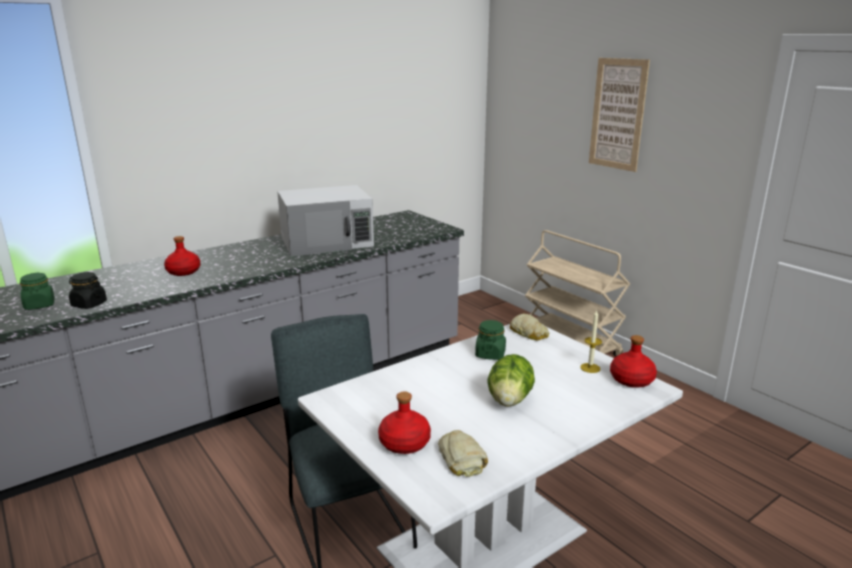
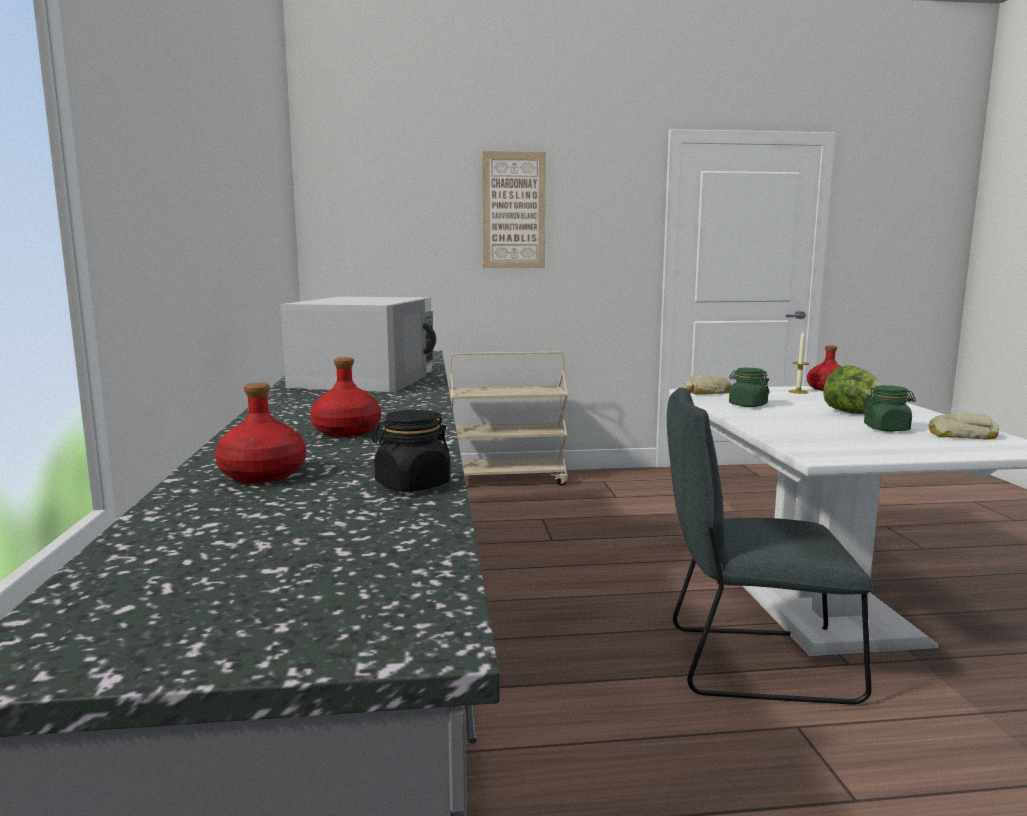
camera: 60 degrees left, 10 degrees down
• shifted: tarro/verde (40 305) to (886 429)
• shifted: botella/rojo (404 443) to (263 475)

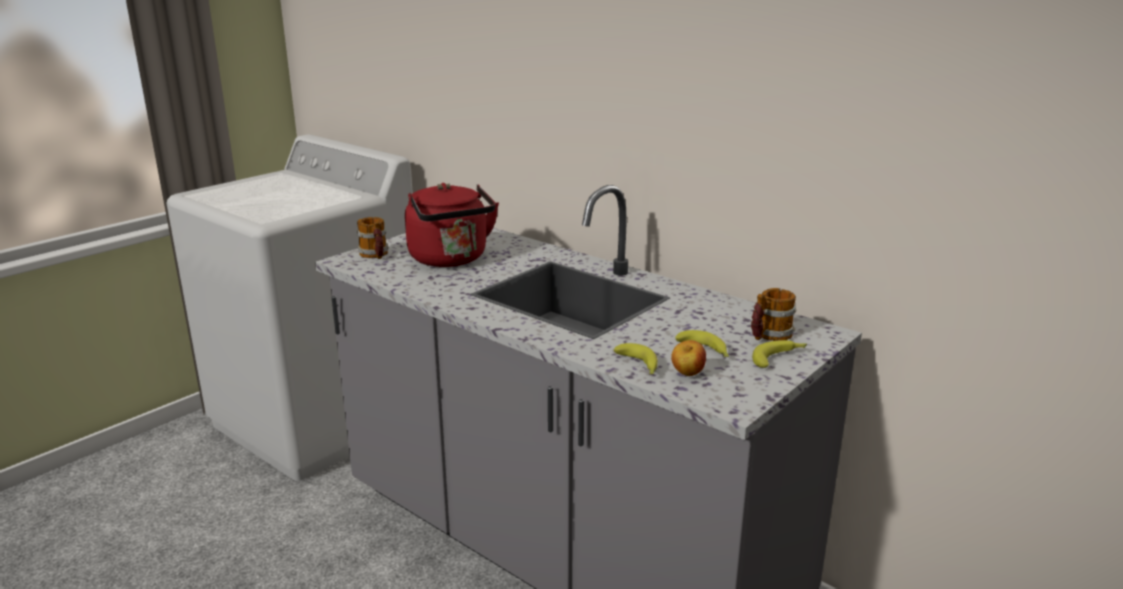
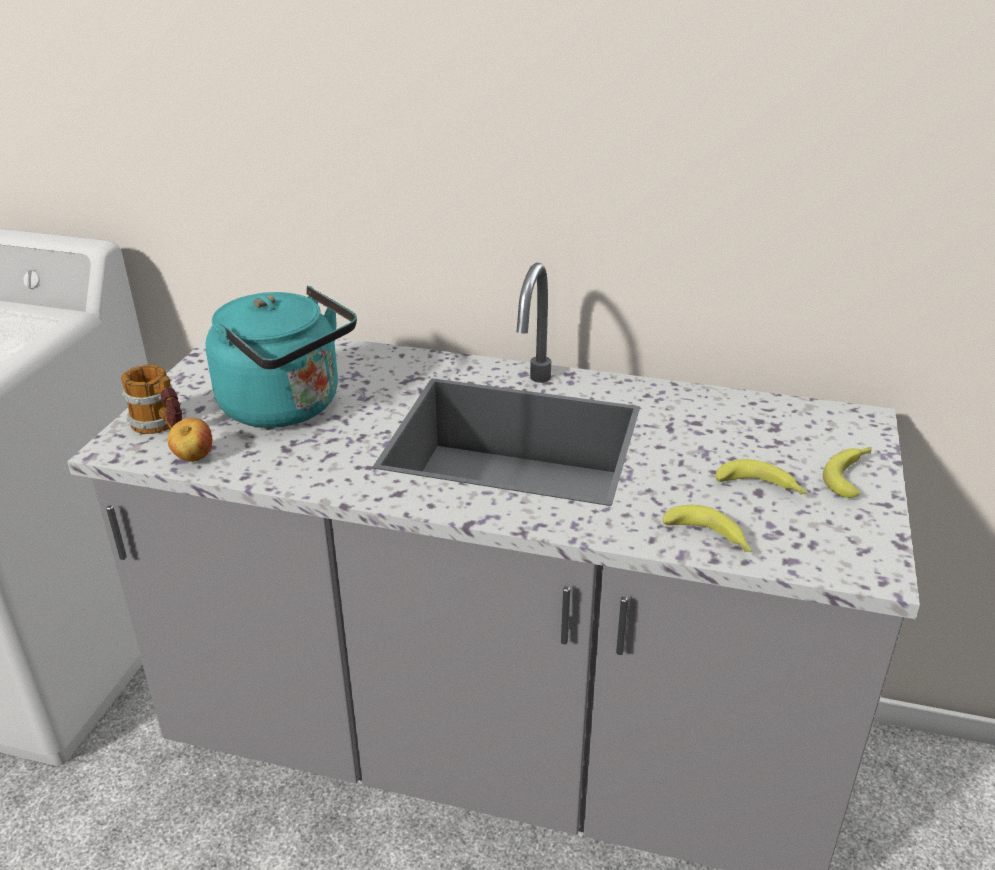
camera: 25 degrees left, 10 degrees up
• repainted: hervidor/rojo (451 259) to hervidor/turquesa (287 407)
• shifted: manzana (687 374) to (193 459)
• gone: taza grande (769 336)

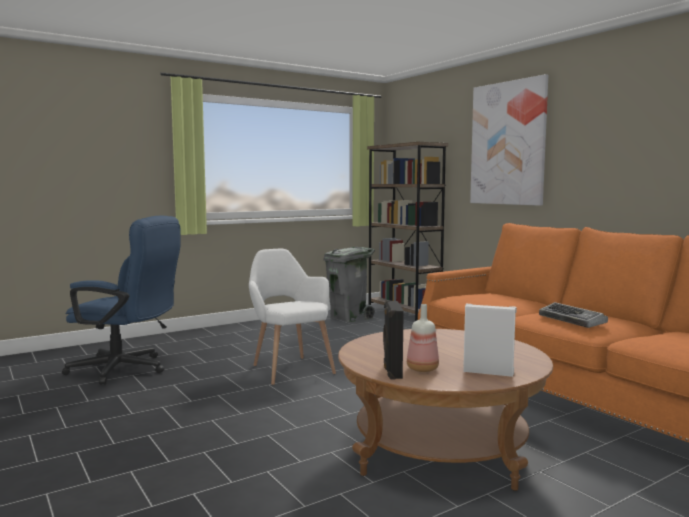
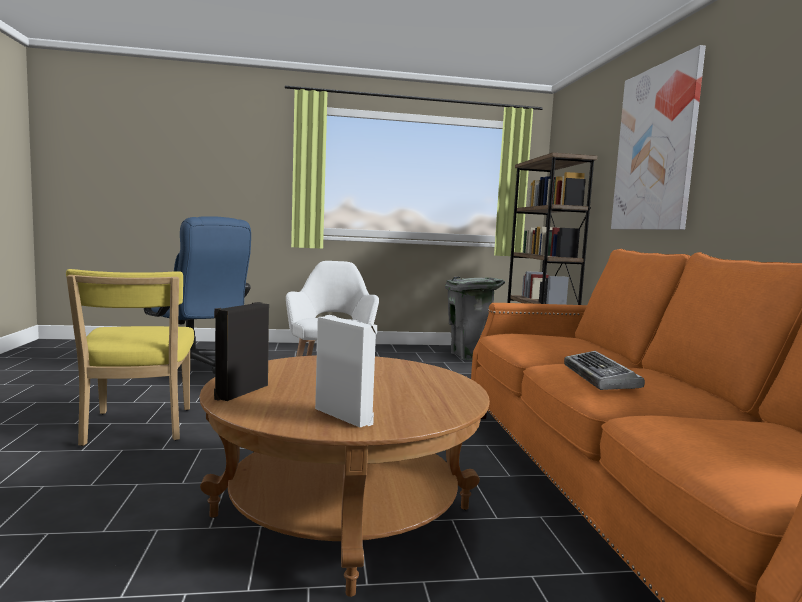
camera: 25 degrees right, 0 degrees up
• gone: botella (423 369)
• new: silla/amarillo (137 428)

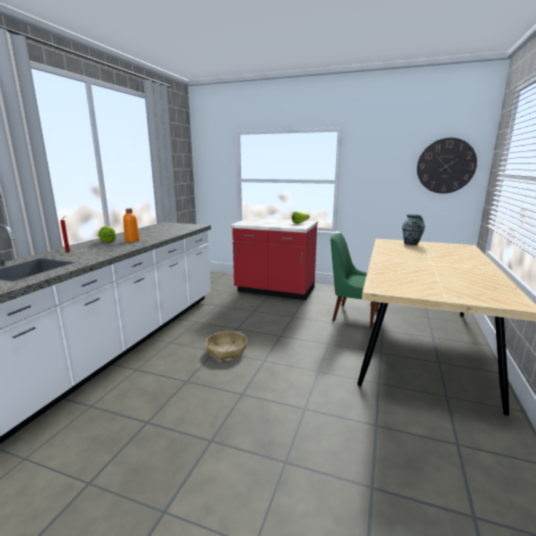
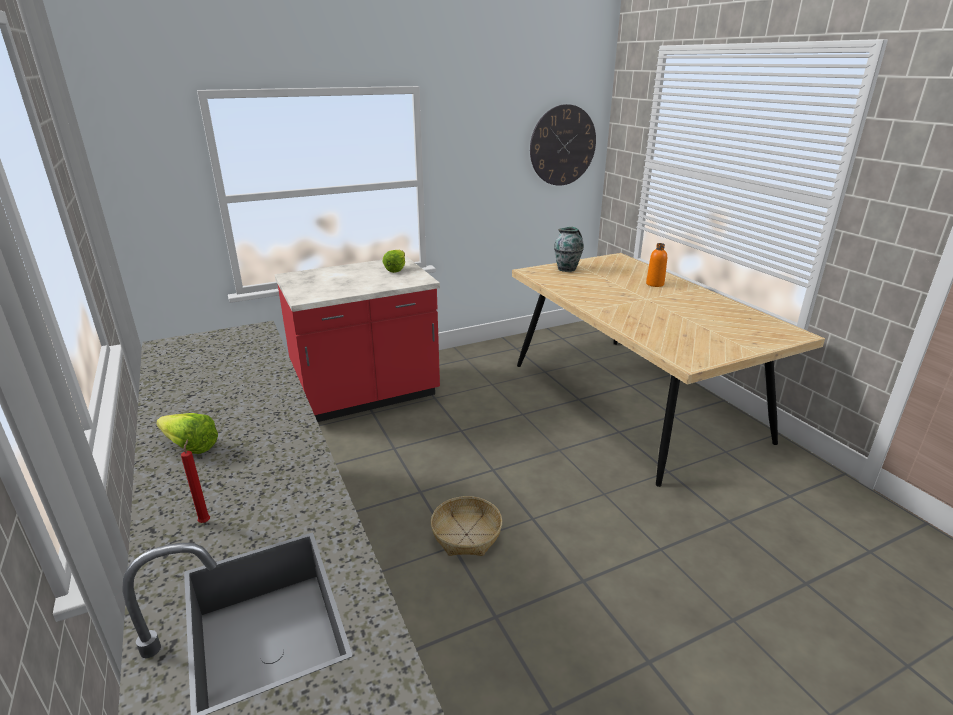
camera: 45 degrees left, 10 degrees up
• shifted: botella/naranja (132 240) to (655 284)
• gone: silla/verde (353 315)

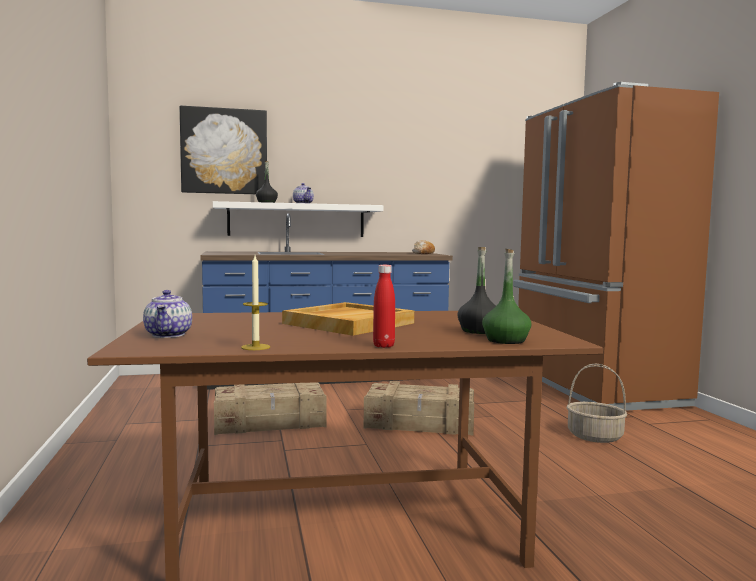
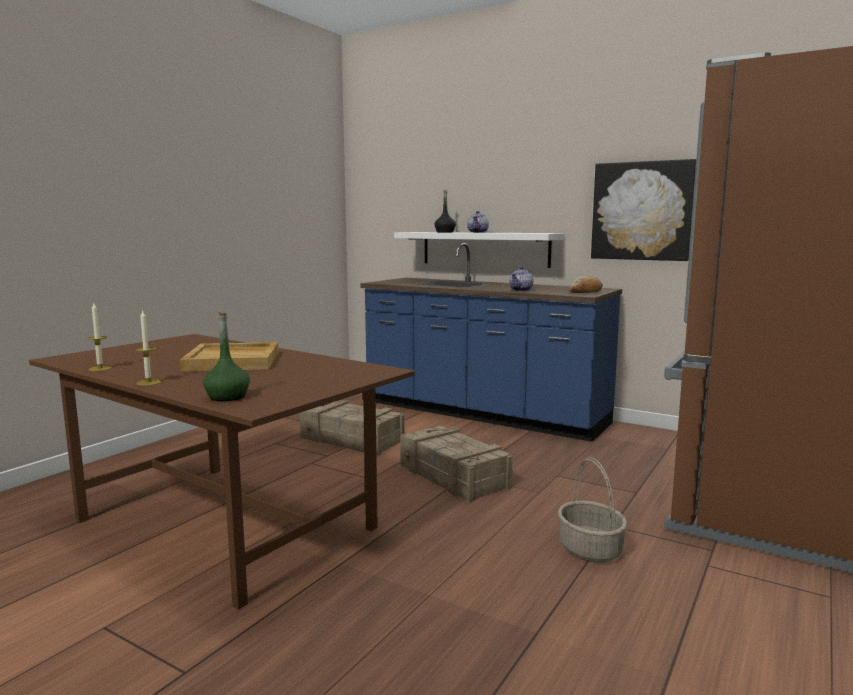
camera: 45 degrees right, 5 degrees up
• shifted: tetera (169 335) to (521 290)
• shifted: cuadro (224 151) to (642 211)
• swapped: botella/rojo (383 346) to vela (148 382)
• gone: botella/negro (478 331)

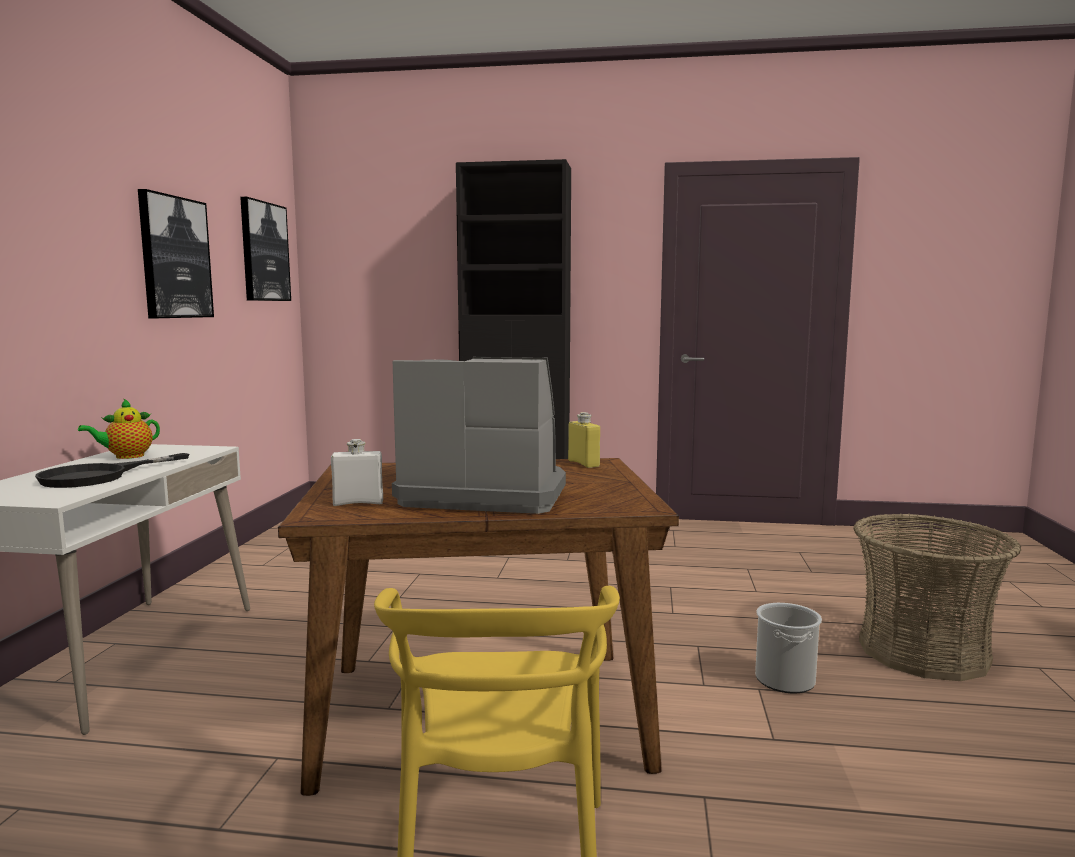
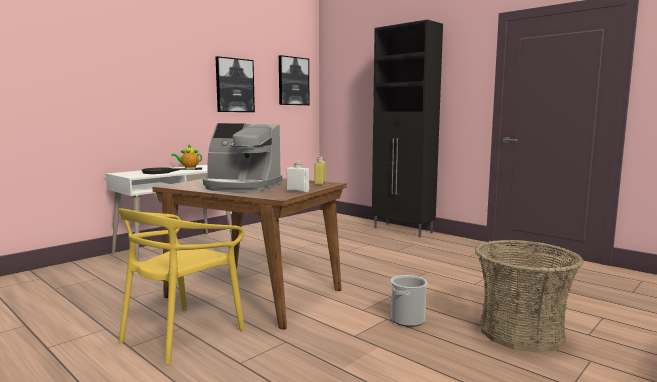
camera: 35 degrees right, 0 degrees up
• shifted: botella/blanco (358 503) to (298 191)
• rotated: cafetera (484 494) = (241 187) 150 degrees clockwise

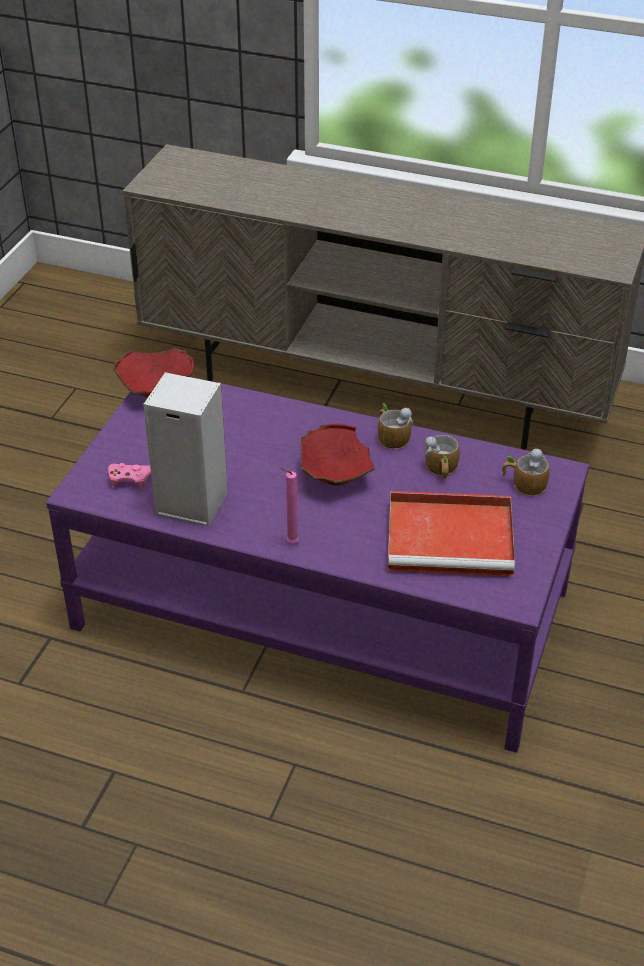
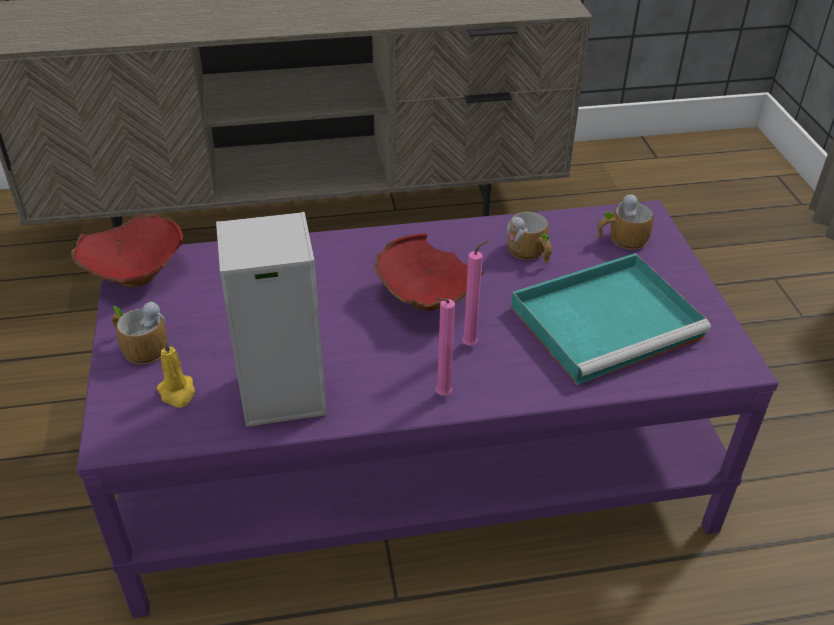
camera: 30 degrees left, 0 degrees up
• swapped: mando de consola/rosa (130 478) to vela/amarillo (177 392)
• shifted: taza grande (391 436) to (140 346)
• repainted: bandeja/rojo (453 538) to bandeja/turquesa (608 320)
• new: vela/rosa (472 344)

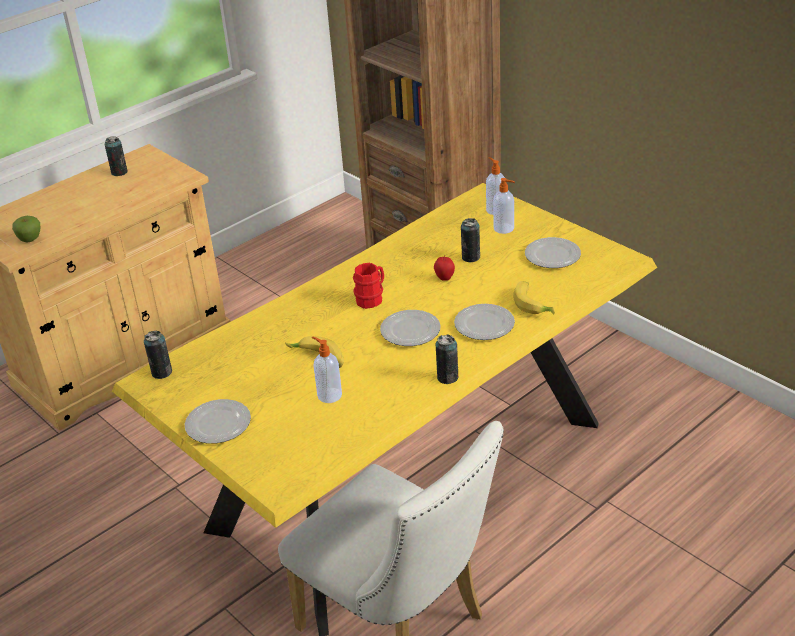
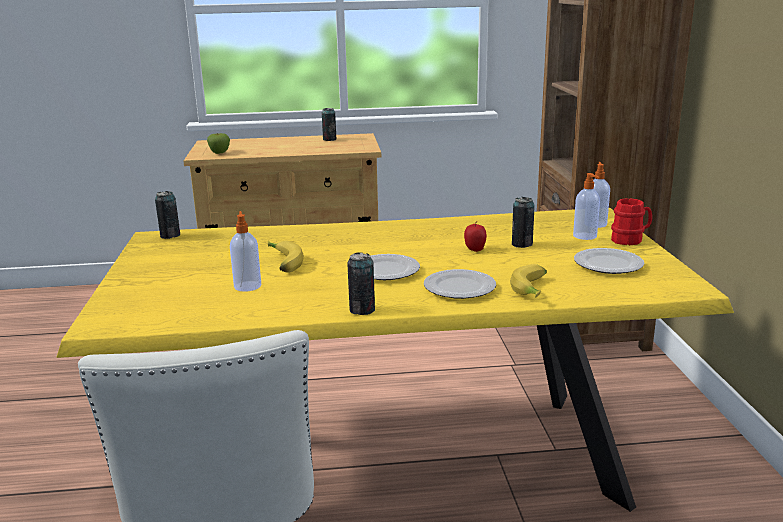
camera: 35 degrees right, 15 degrees down
• gone: plato (219 425)
• shifted: taza grande/rojo (372 298) to (630 240)

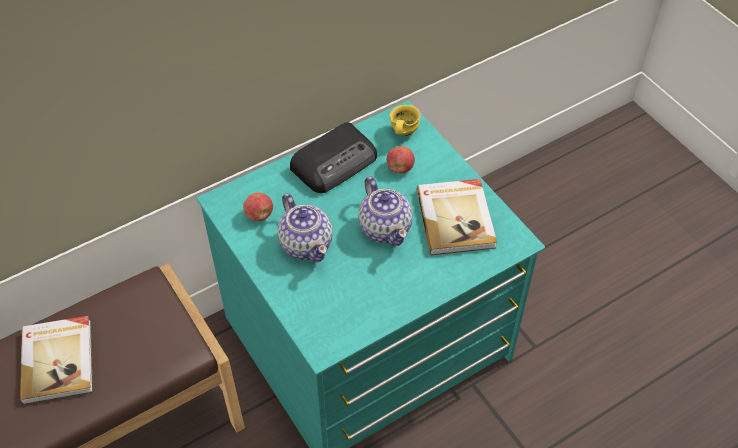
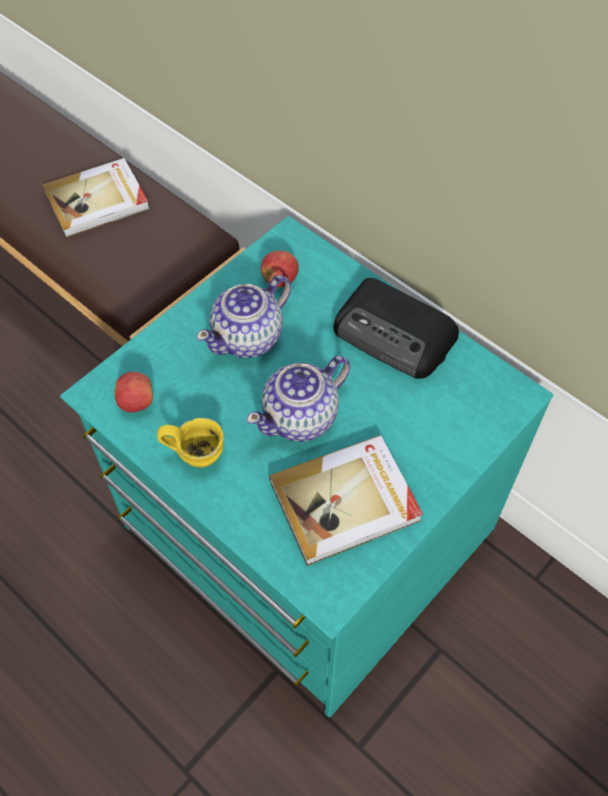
camera: 75 degrees right, 5 degrees up
• shifted: manzana (400 168) to (136 402)
• shifted: taza grande/amarillo (402 133) to (197 453)

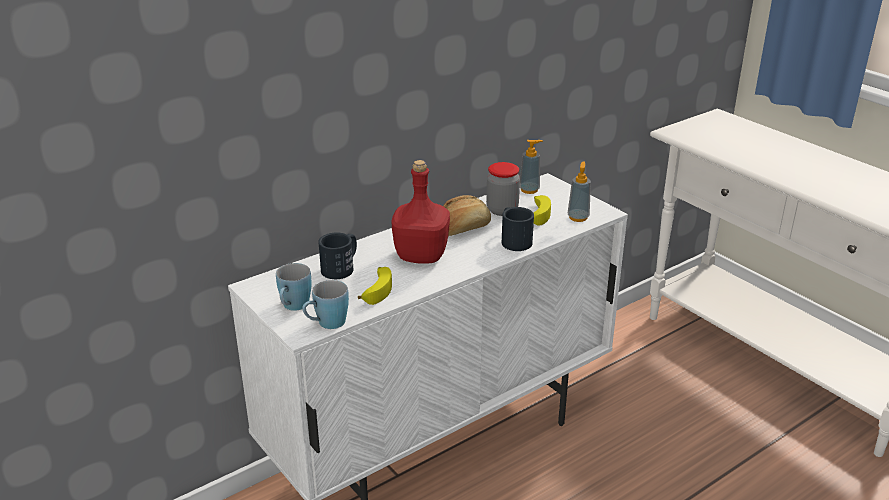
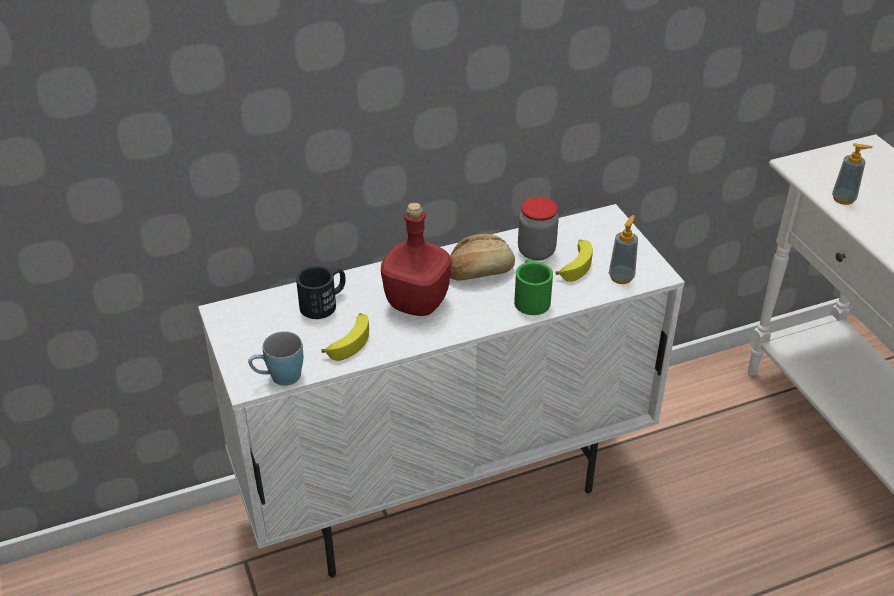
camera: 15 degrees right, 10 degrees up
• gone: taza grande/azul (293 307)
• repainted: taza grande/negro (513 240) to taza grande/verde (531 297)
• shifted: dispensador de jabón (529 190) to (843 199)

